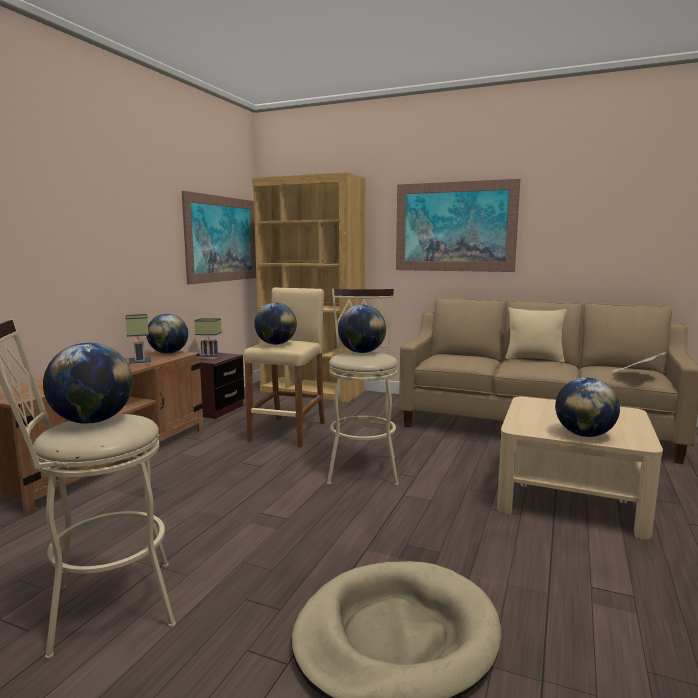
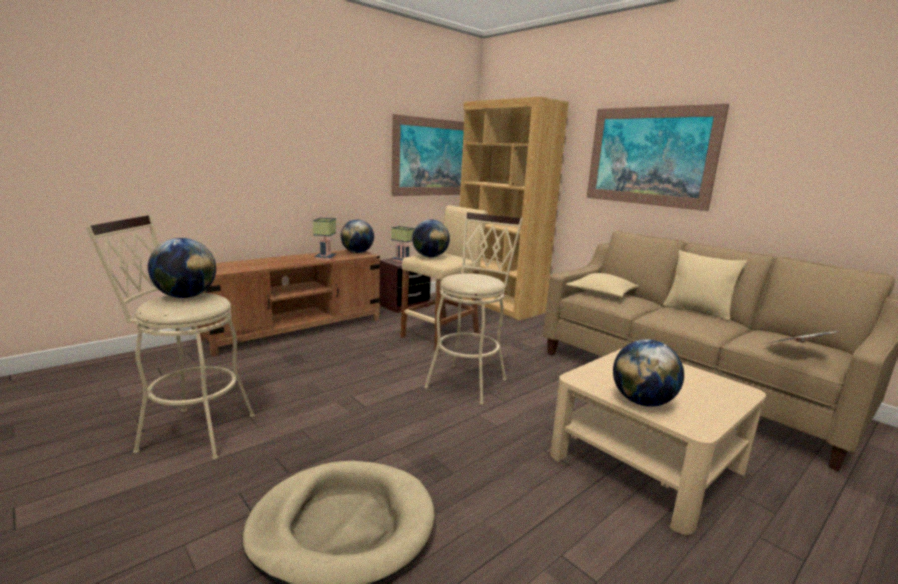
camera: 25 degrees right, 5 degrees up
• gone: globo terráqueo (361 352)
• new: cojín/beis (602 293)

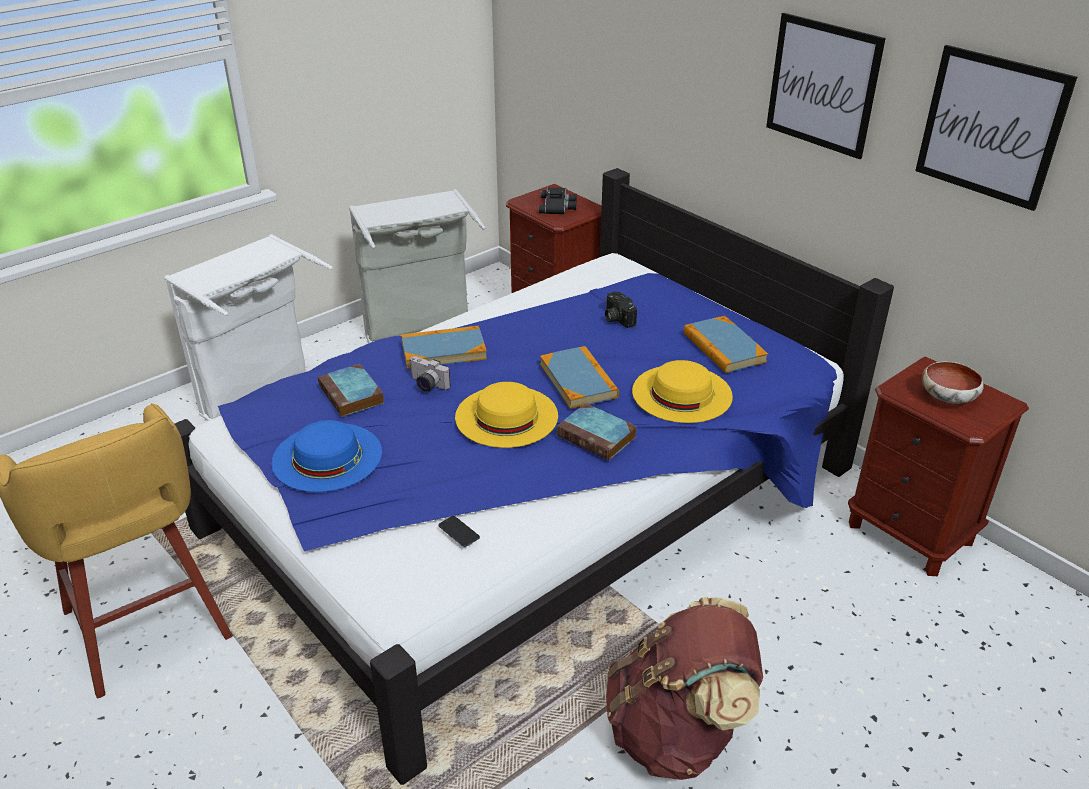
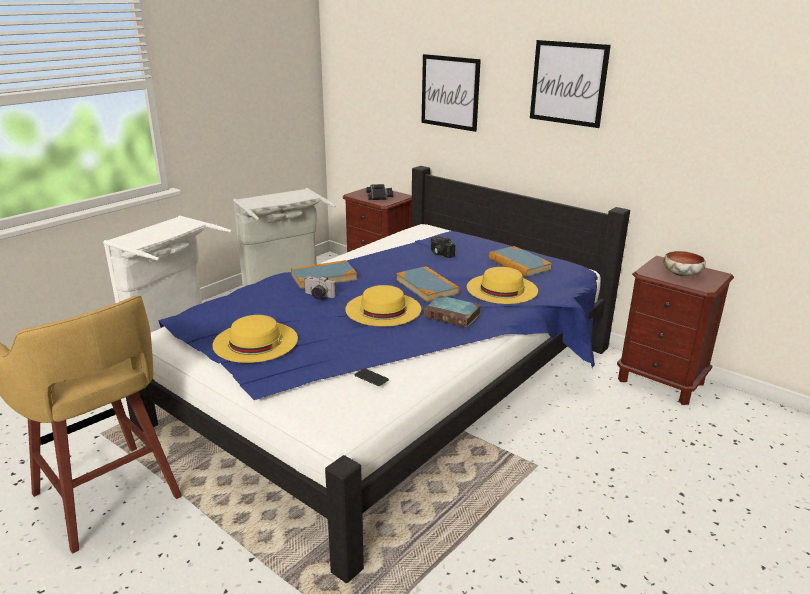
camera: 10 degrees left, 10 degrees down
• repainted: sombrero/azul (327 456) to sombrero/amarillo (255 341)
• gone: libro (352 395)
• gone: mochila/marrón (677 733)
• shifted: cuadro (991 127) to (450 92)

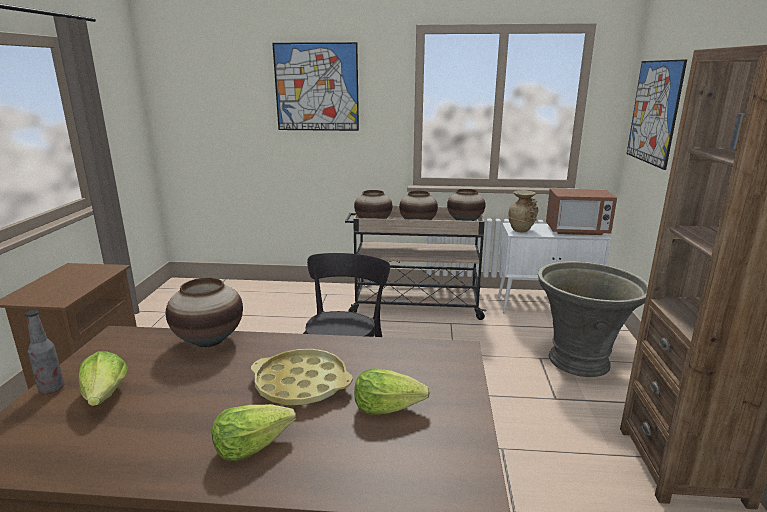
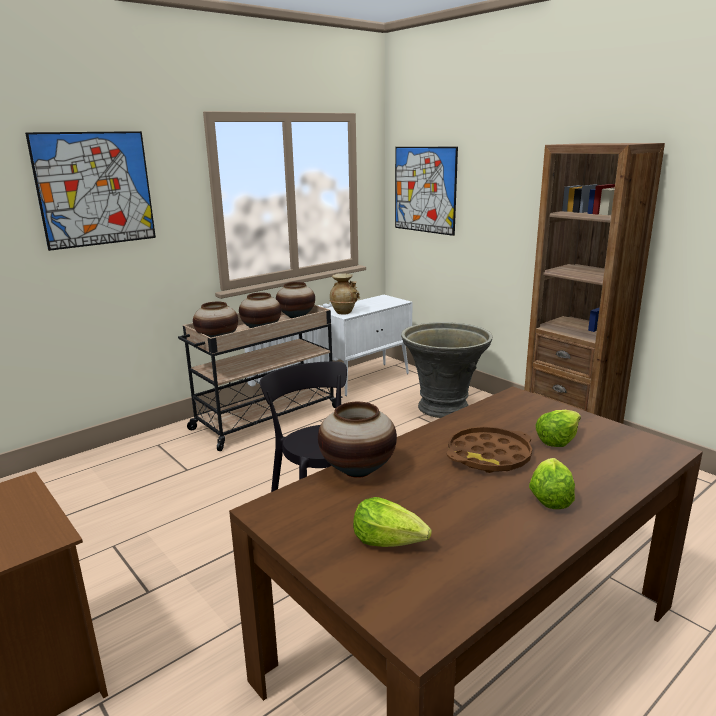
camera: 45 degrees left, 0 degrees up
• gone: botella (52 389)
• repainted: bandeja/amarillo (301 384) to bandeja/marrón (489 456)
• gone: microondas (577 231)

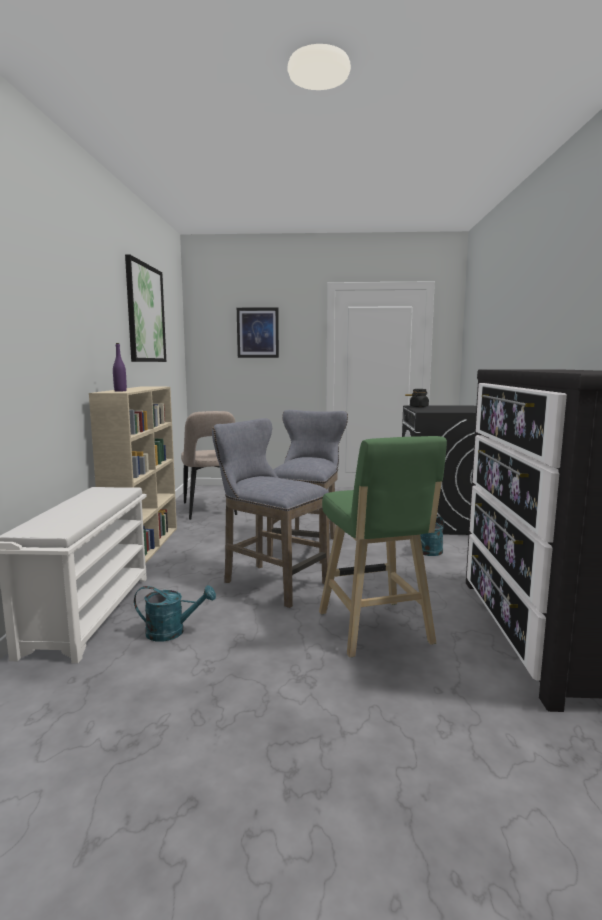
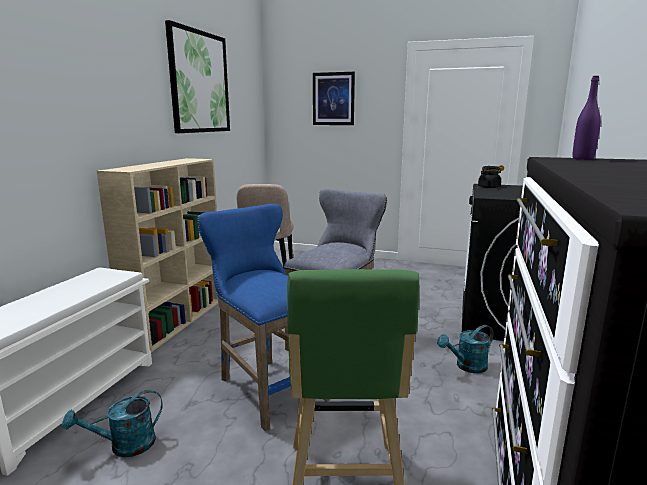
camera: 15 degrees right, 5 degrees up
• shifted: botella/morado (120 391) to (583 159)
• rotated: regadera/turquesa (172 632) = (124 446) 135 degrees clockwise
• repainted: taburete/gris (270 582) to taburete/azul (267 387)

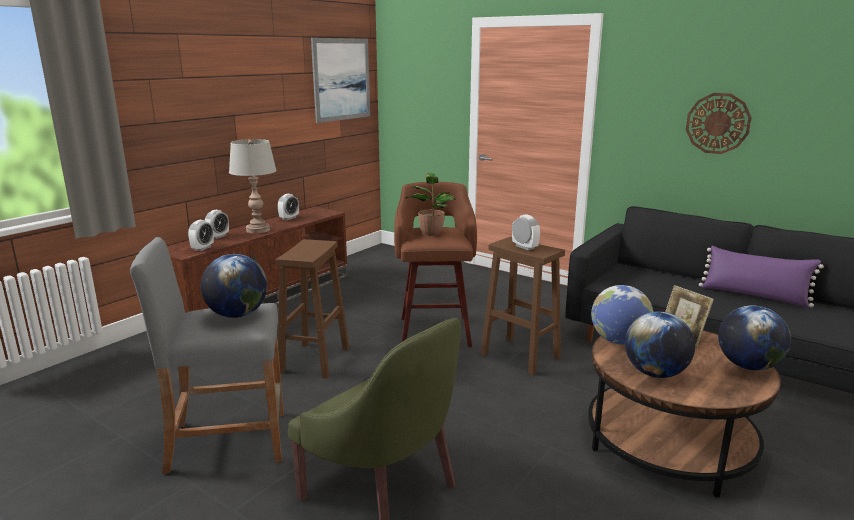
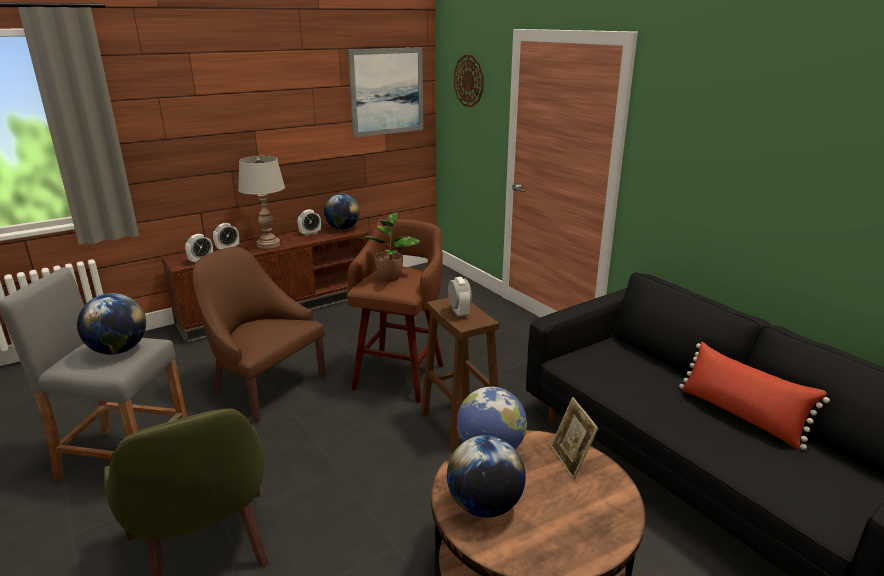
camera: 20 degrees right, 5 degrees up
• swapped: taburete/marrón (315 359) to sillón/marrón (265 386)
• shifted: reloj de pared (717 123) to (469 81)
• repainted: cojín/morado (754 295) to cojín/rojo (740 415)
• shifted: globo terráqueo (748 366) to (343 228)

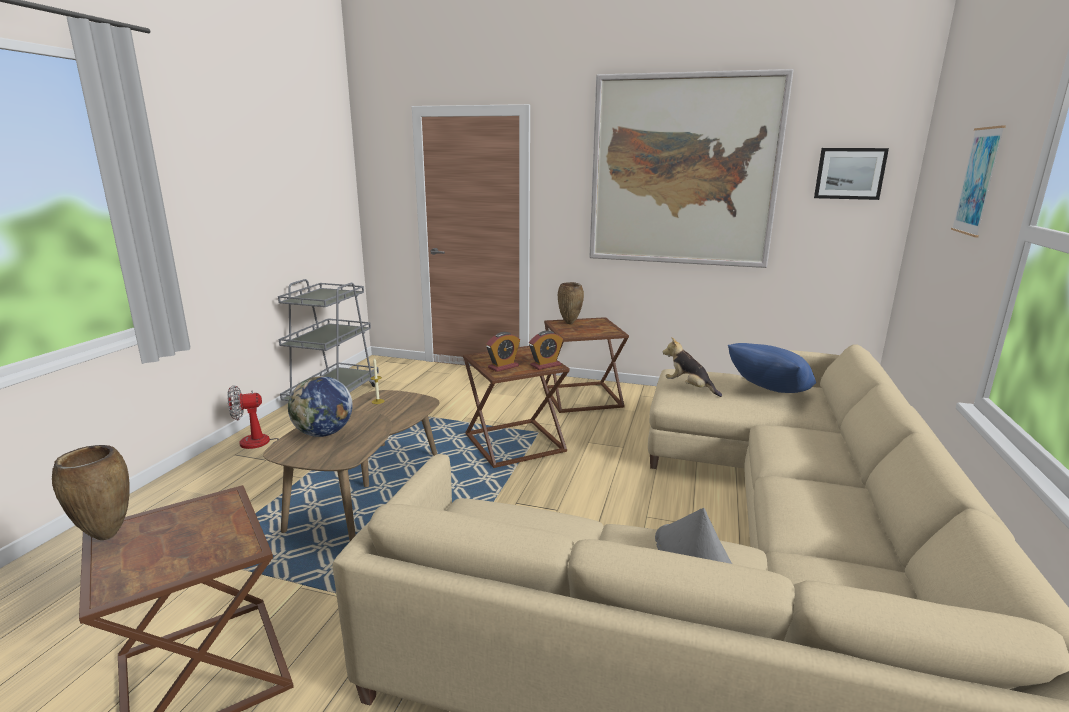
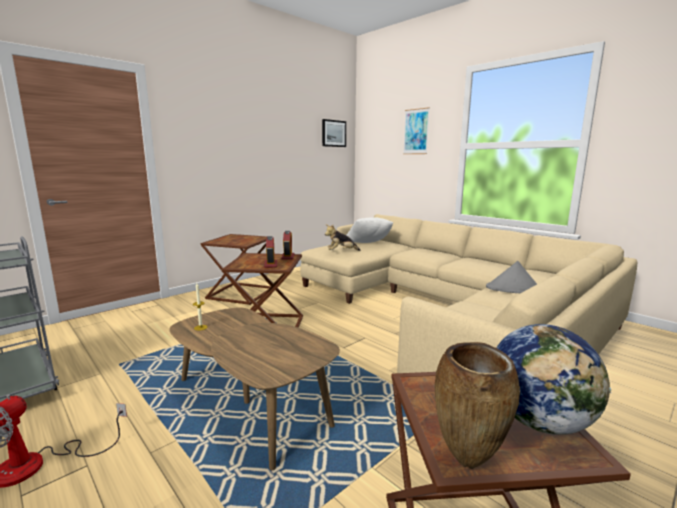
camera: 60 degrees left, 5 degrees down
• shifted: globo terráqueo (323 433) to (540 421)
• gone: florero/marrón (570 323)
• gone: cuadro (682 171)
• repainted: cojín/azul (768 393) to cojín/blanco (368 244)

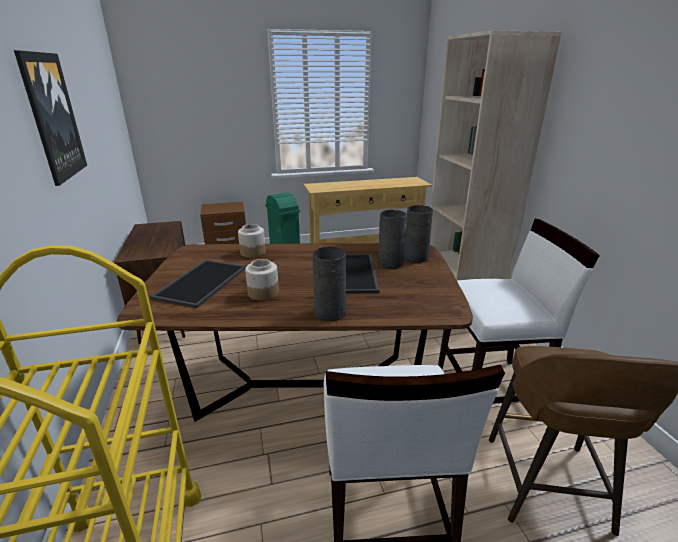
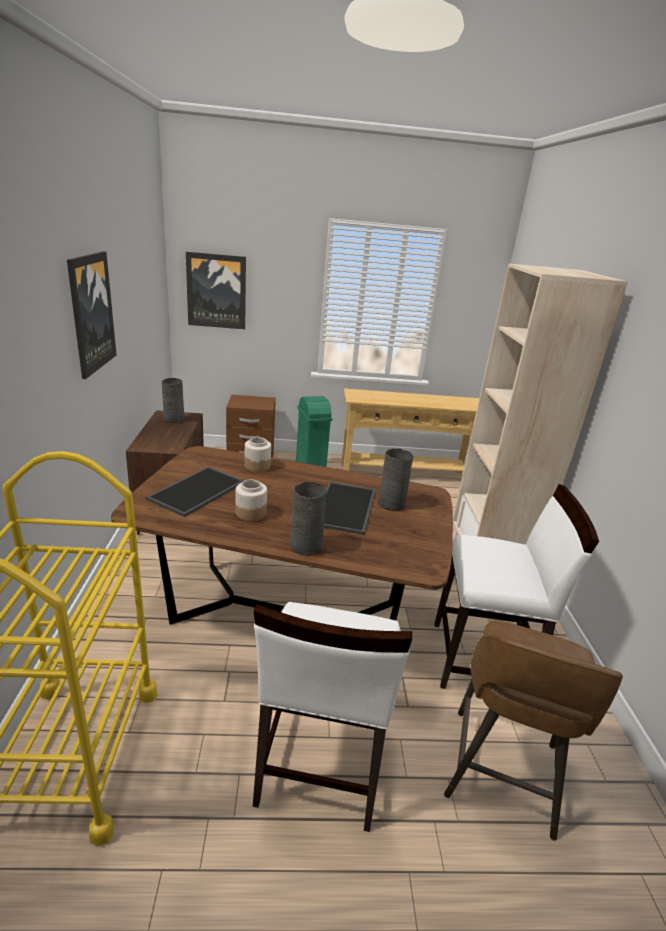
camera: 10 degrees right, 0 degrees up
• shifted: florero/gris (415 257) to (174 419)
• new: cuadro (216 291)

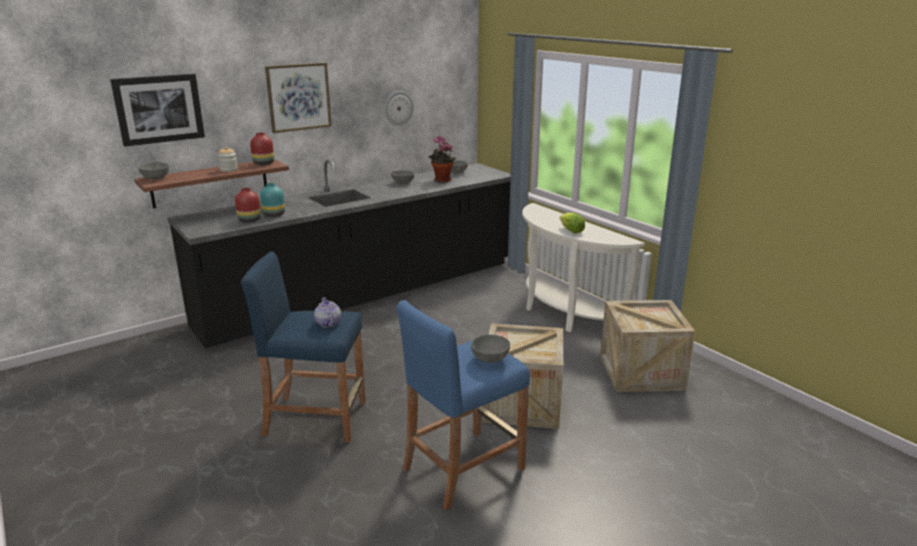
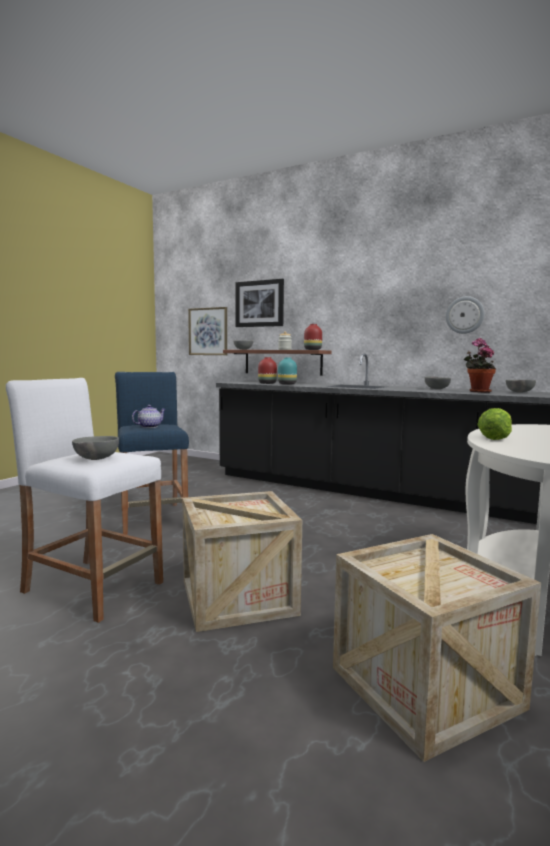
camera: 65 degrees right, 15 degrees down
• shifted: cuadro (298 97) to (208 331)
• repainted: taburete/azul (463 468) to taburete/blanco (93 587)

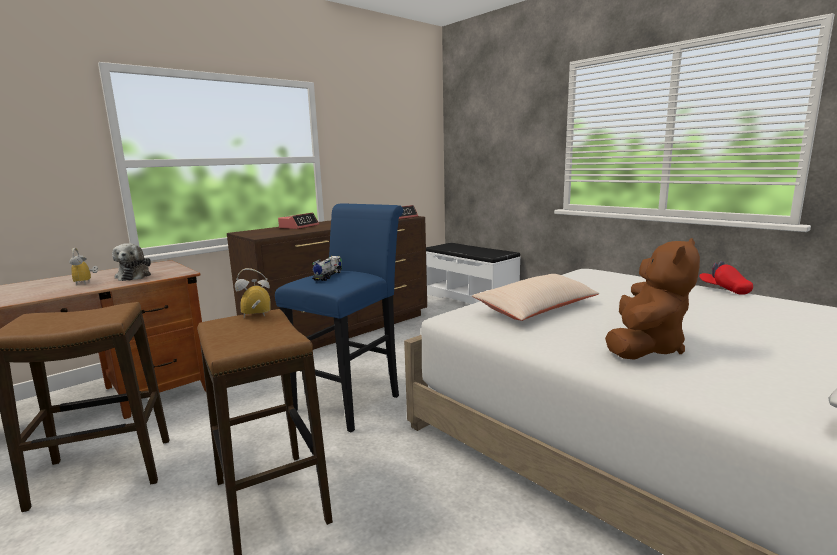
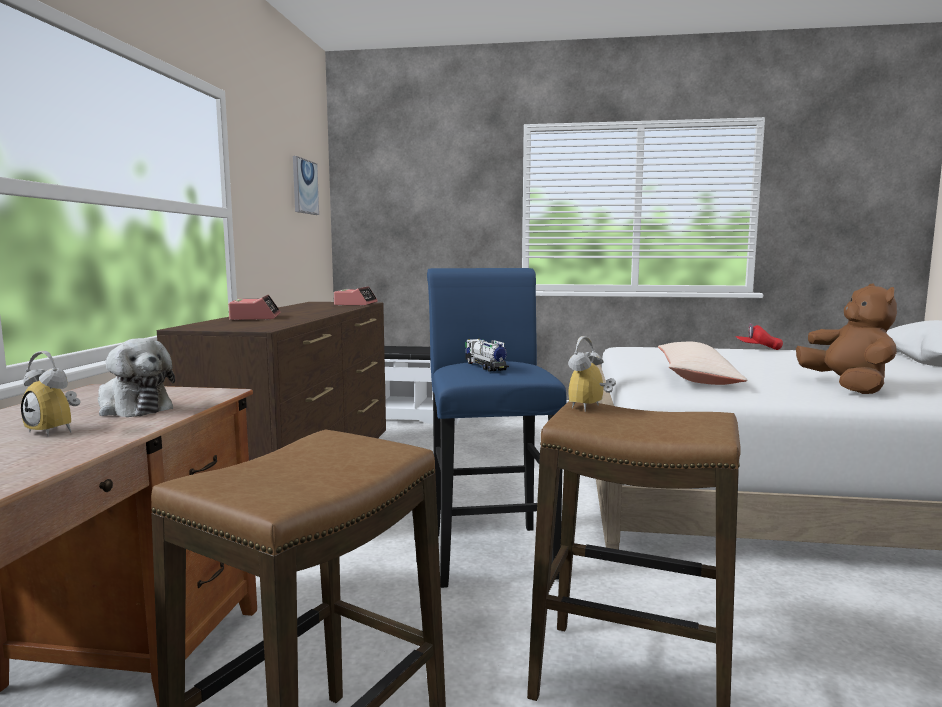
camera: 40 degrees left, 5 degrees down
• new: cuadro (304 186)

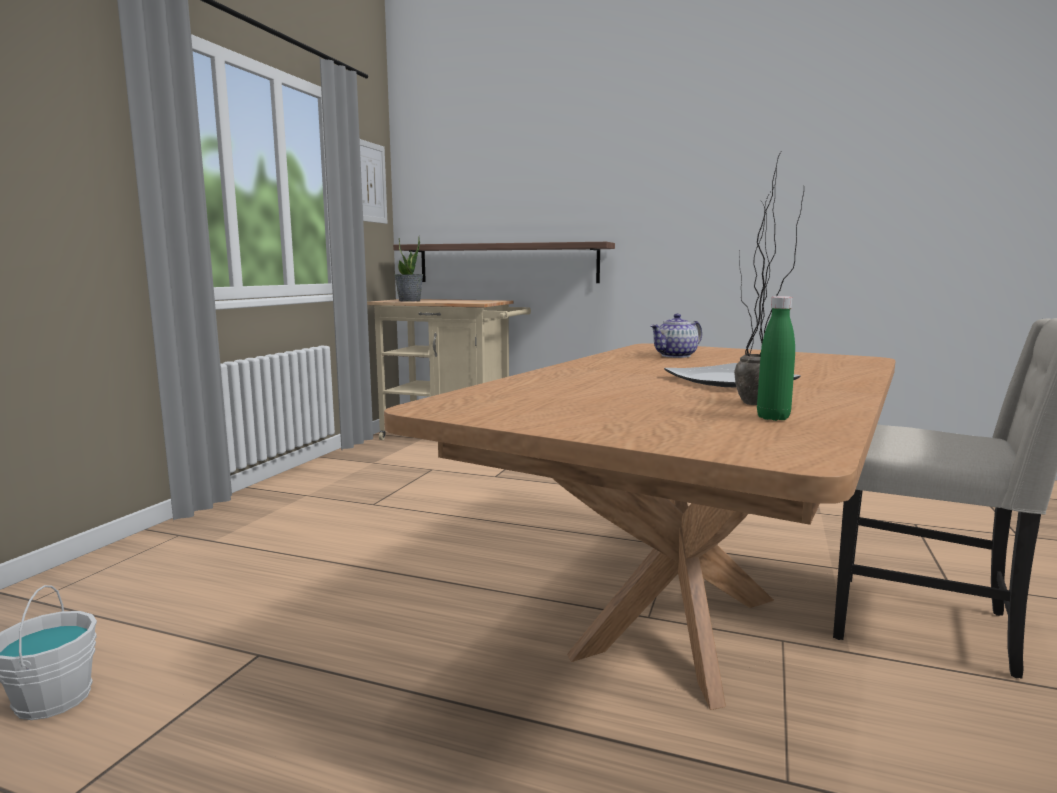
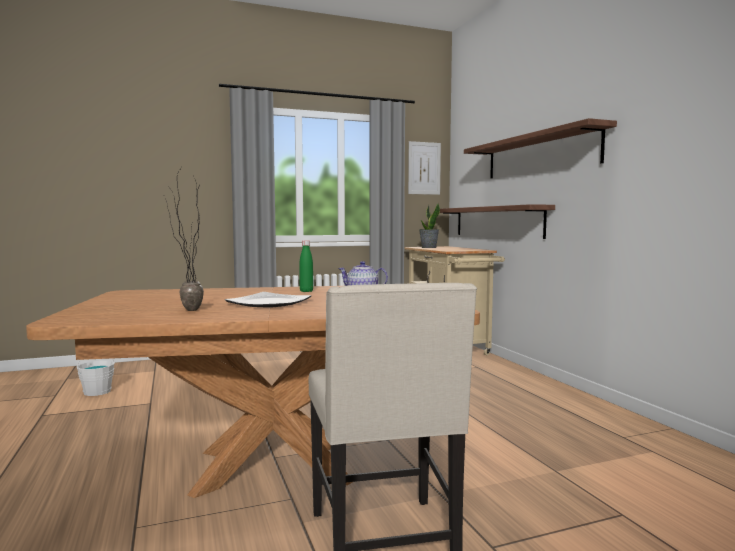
camera: 50 degrees right, 5 degrees down
• shifted: botella/verde (773 418) to (306 291)
• new: estante (539 155)

